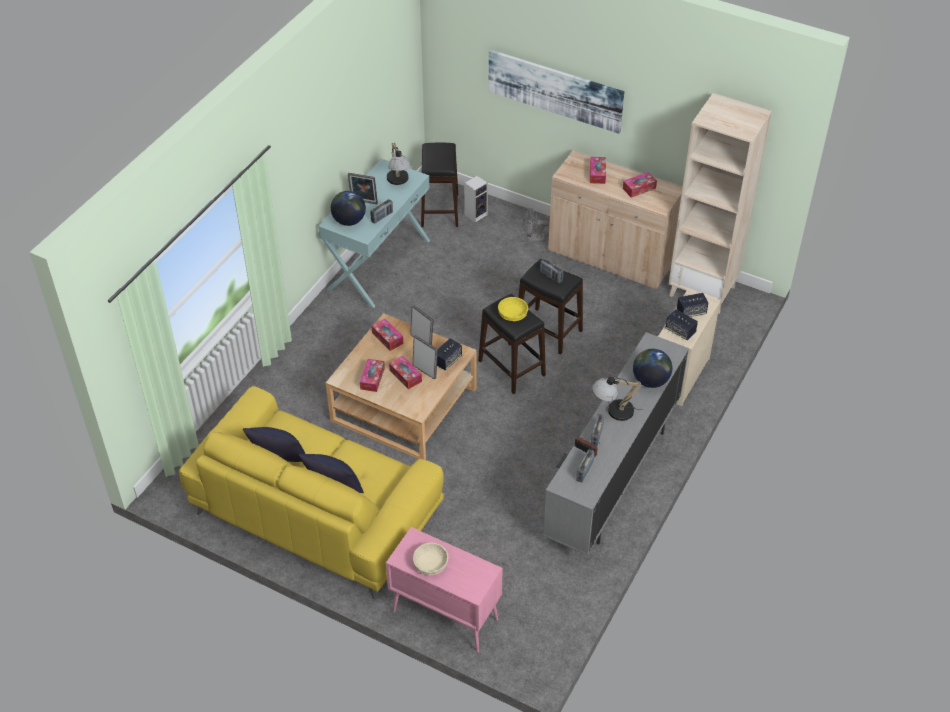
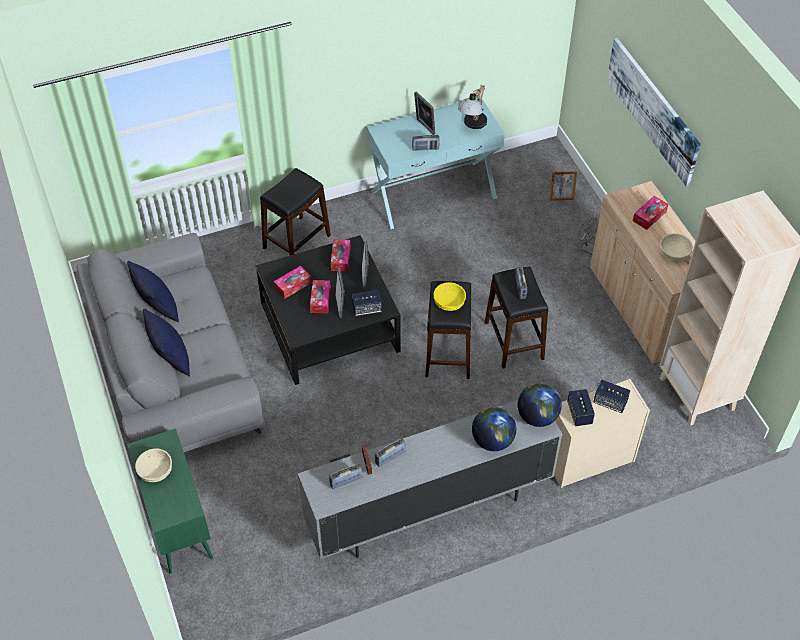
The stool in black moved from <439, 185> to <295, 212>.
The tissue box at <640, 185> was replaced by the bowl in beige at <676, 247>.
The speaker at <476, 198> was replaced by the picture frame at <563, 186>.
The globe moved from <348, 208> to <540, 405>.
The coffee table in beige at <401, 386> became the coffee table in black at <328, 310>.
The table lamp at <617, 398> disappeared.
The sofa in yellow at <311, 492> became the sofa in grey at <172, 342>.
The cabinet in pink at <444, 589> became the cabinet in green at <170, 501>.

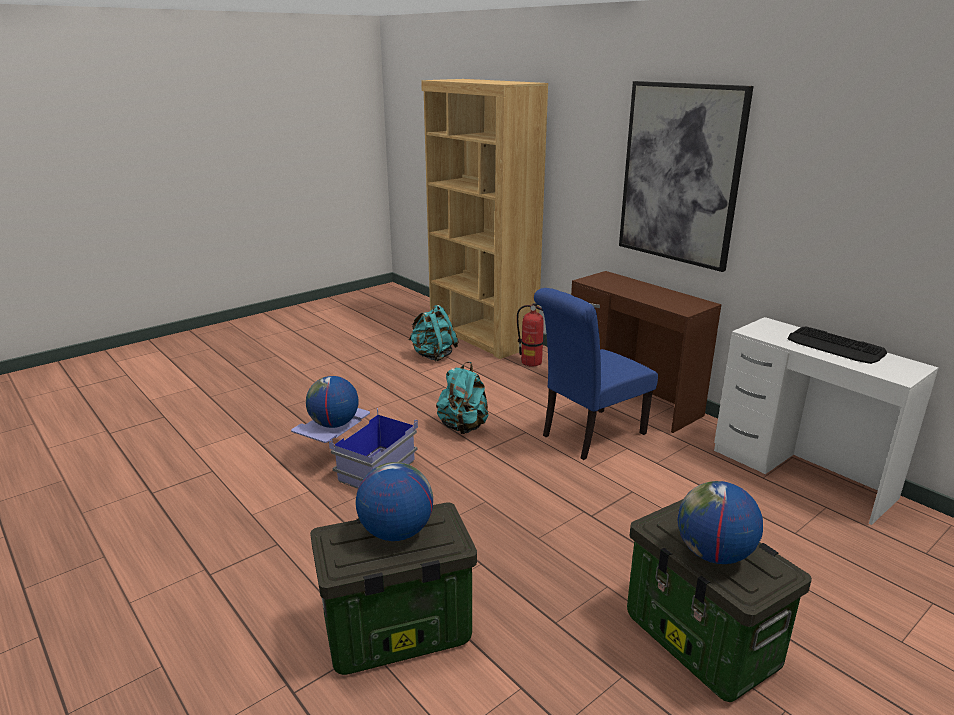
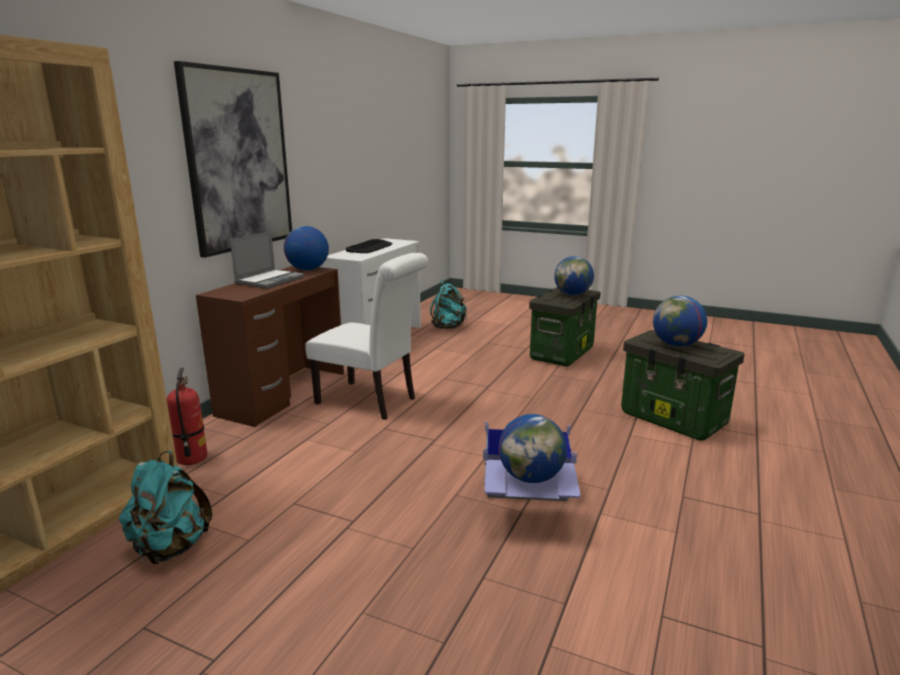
The chair in blue at <596, 374> became the chair in white at <366, 336>.
The backpack in turquoise moved from <462, 398> to <448, 304>.
The globe at <306, 248> appeared.
The laptop at <267, 259> appeared.

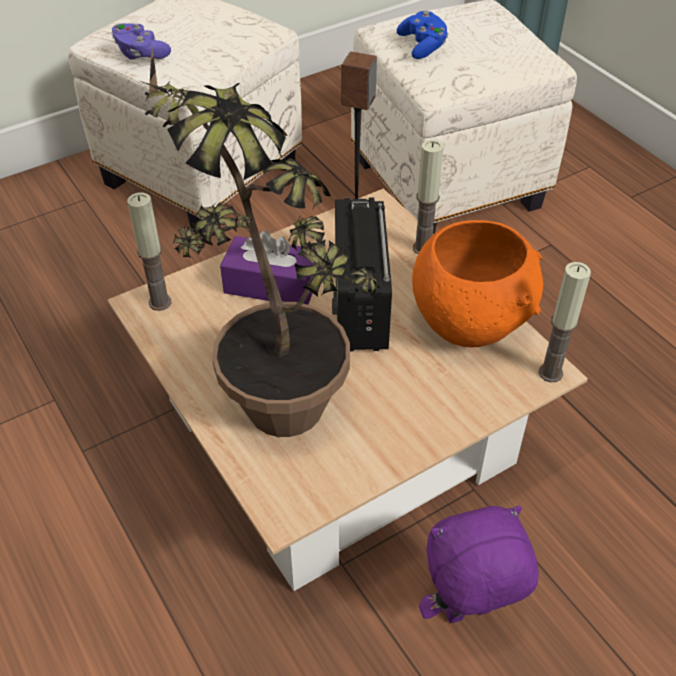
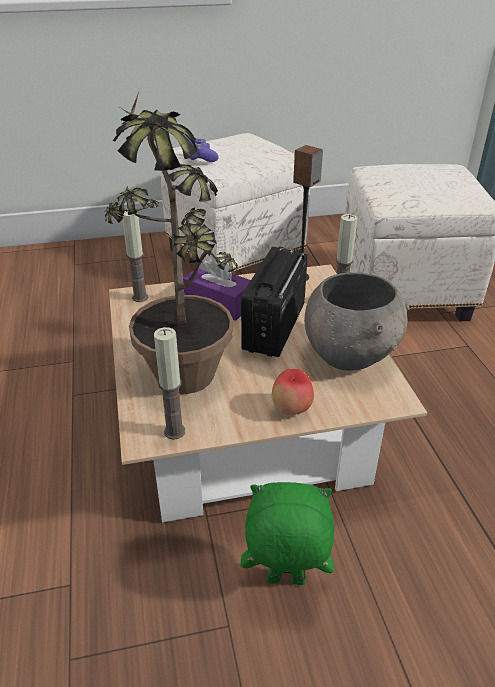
The game controller in blue at <422, 35> disappeared.
The bowl in orange at <477, 283> became the bowl in grey at <356, 321>.
The candle moved from <564, 322> to <169, 383>.
The plush toy in purple at <479, 564> became the plush toy in green at <288, 533>.
The apple at <293, 392> appeared.

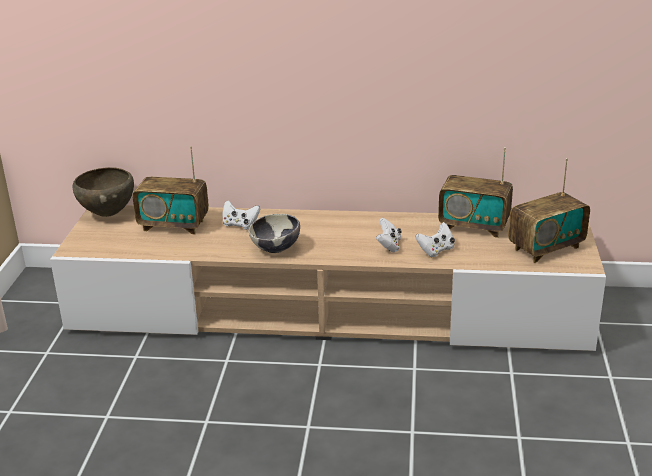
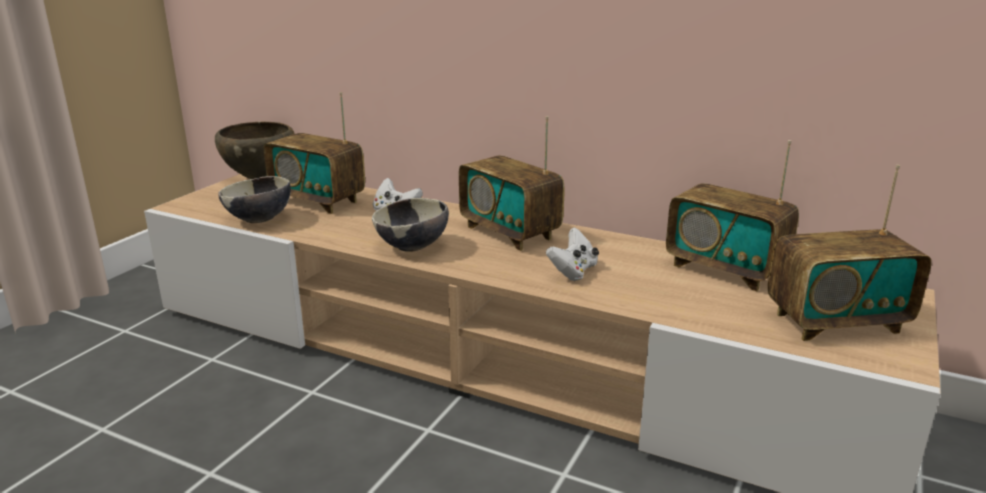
The game controller in white at <435, 239> disappeared.
The radio at <512, 183> appeared.
The bowl at <254, 199> appeared.

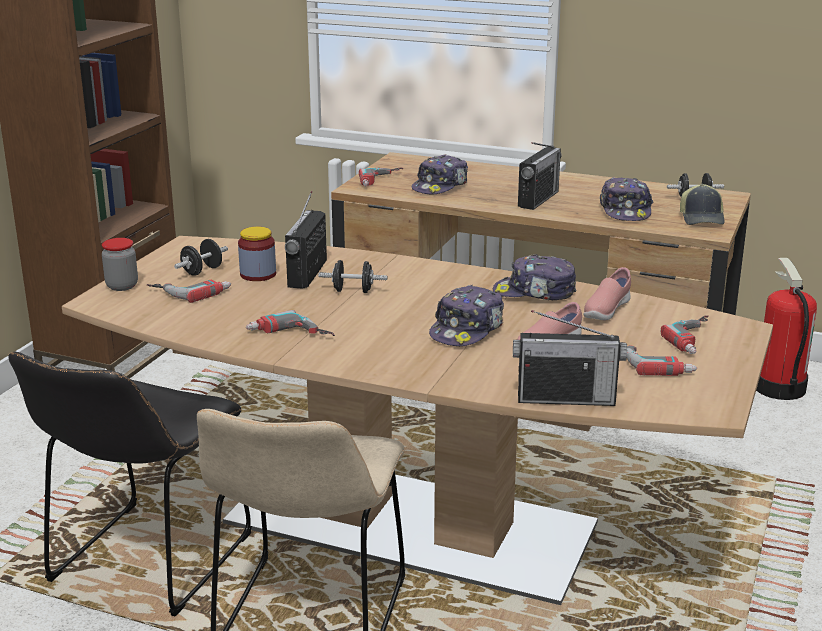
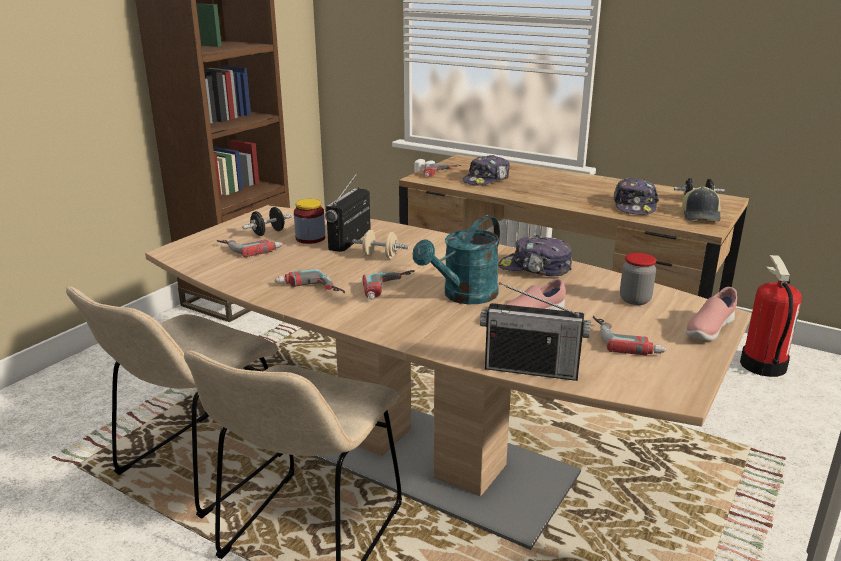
The radio at <540, 176> disappeared.
The jar moved from <120, 264> to <638, 279>.
The dumbbell in black at <352, 276> became the dumbbell in beige at <380, 244>.
The shoe in pink moved from <607, 293> to <711, 314>.
The cap at <466, 315> was replaced by the watering can in turquoise at <456, 259>.
The power drill moved from <684, 334> to <388, 285>.
The chair in black at <130, 484> became the chair in beige at <174, 402>.

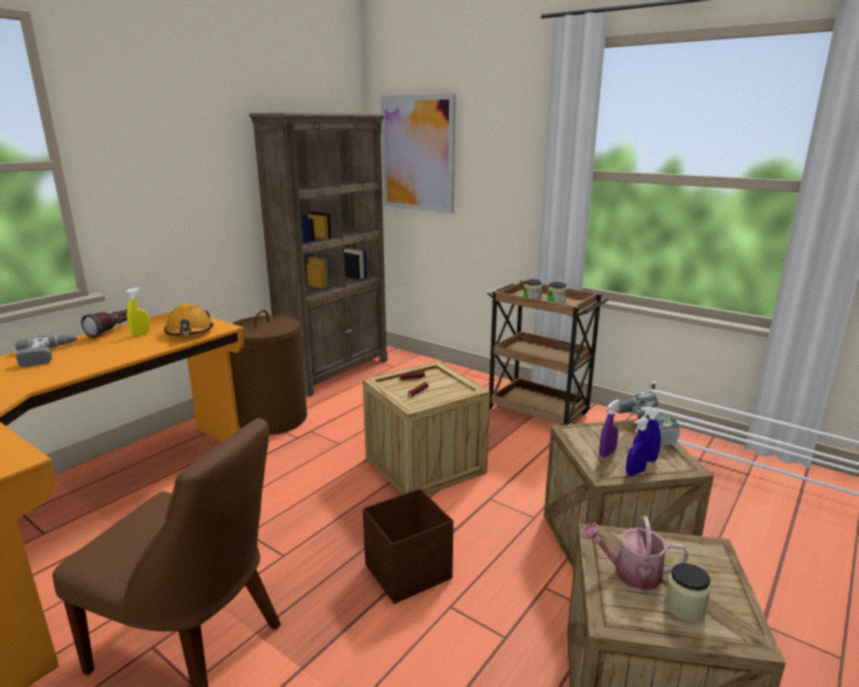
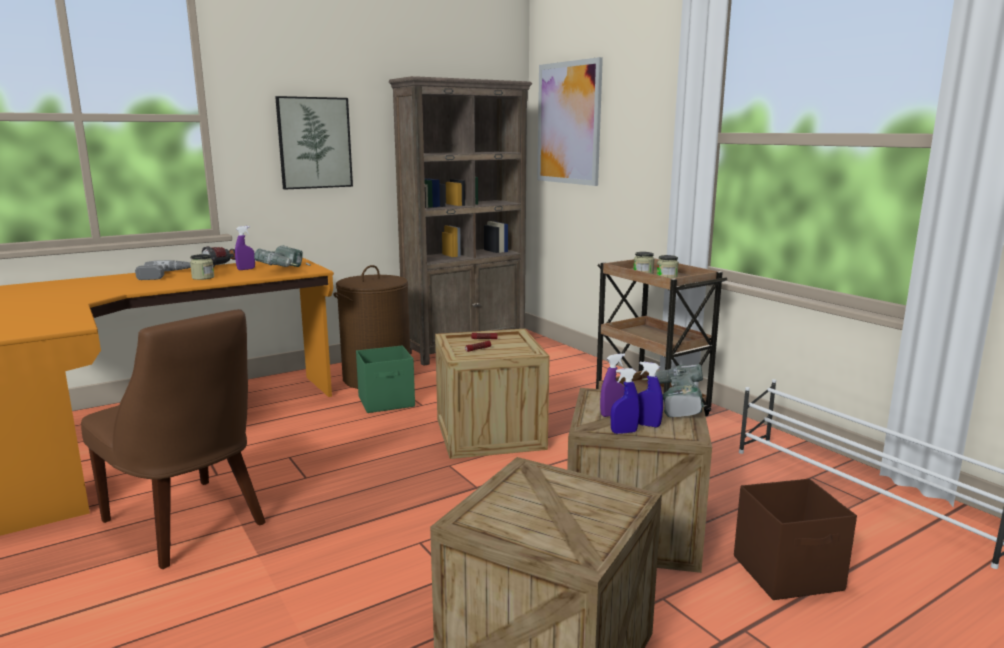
The spray bottle in yellow at <138, 312> became the spray bottle in purple at <245, 248>.
The hard hat in orange at <188, 319> was replaced by the power drill at <282, 256>.
The storage box in brown moved from <408, 546> to <795, 539>.
The watering can at <635, 553> disappeared.
The jar moved from <687, 592> to <202, 267>.
The picture at <314, 143> appeared.
The storage box in green at <385, 379> appeared.

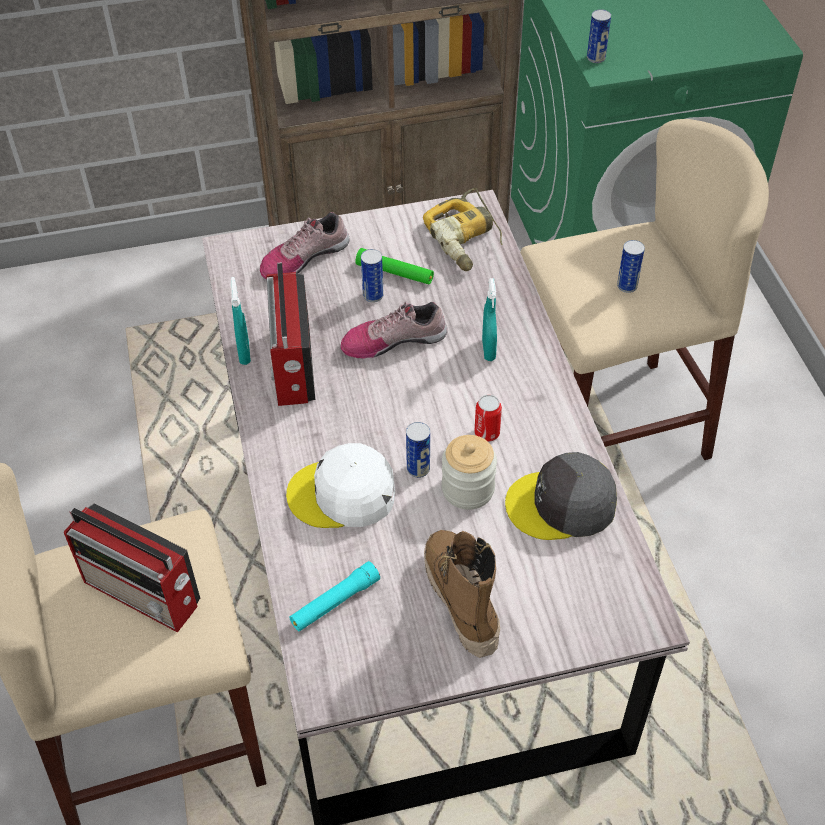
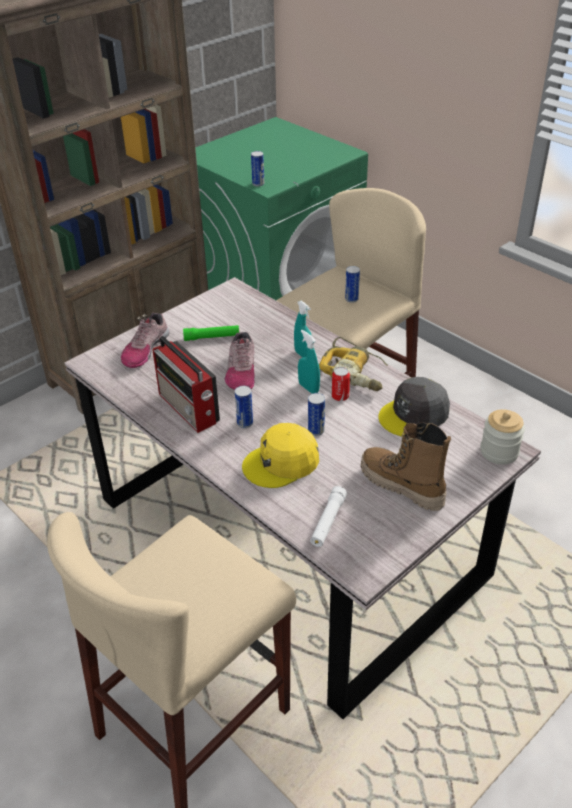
The power drill moved from <463, 229> to <353, 364>.
The can moved from <372, 276> to <244, 407>.
The spray bottle in turquoise moved from <240, 321> to <309, 362>.
The shoe at <393, 330> turned 45 degrees counterclockwise.
The jar moved from <469, 472> to <502, 436>.
The cap in white at <340, 485> became the cap in yellow at <280, 455>.
The radio at <132, 568> disappeared.
The flashlight in turquoise at <334, 596> became the flashlight in white at <328, 516>.

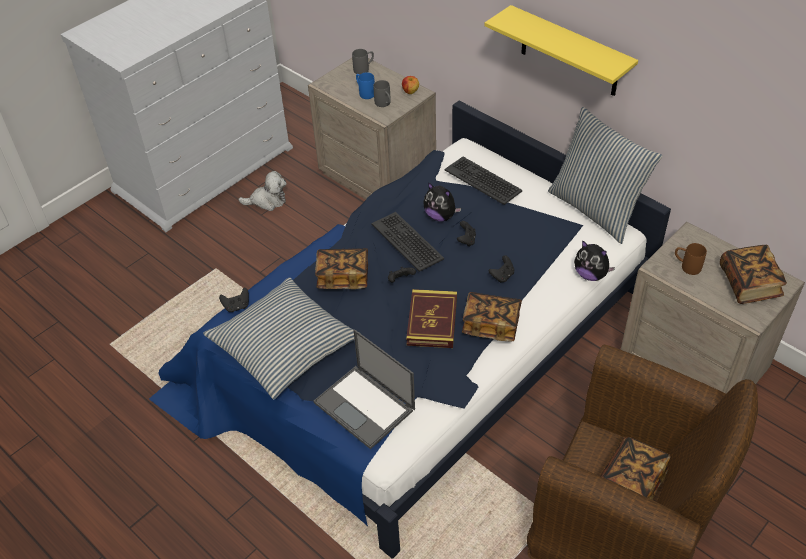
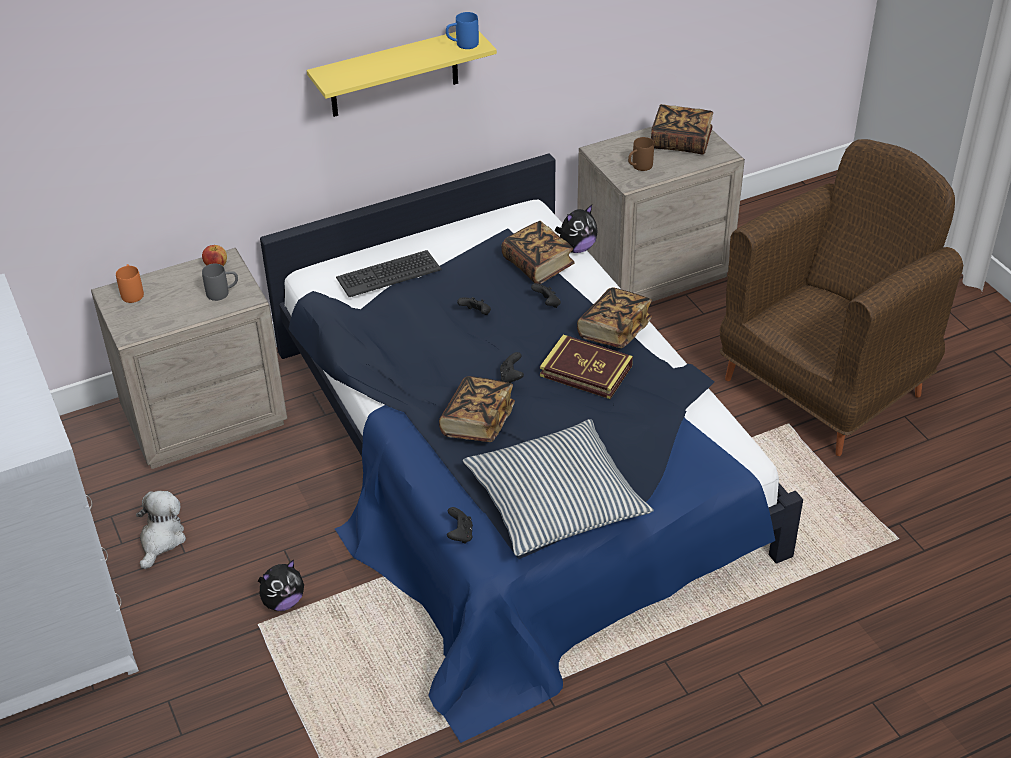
The mug in grey at <363, 62> became the mug in orange at <130, 283>.
The mug in blue moved from <365, 85> to <462, 30>.
The pillow at <605, 175> disappeared.
The plush toy moved from <442, 202> to <281, 585>.
The keyboard at <407, 242> disappeared.
The laptop at <364, 389> disappeared.
The book moved from <635, 468> to <538, 252>.

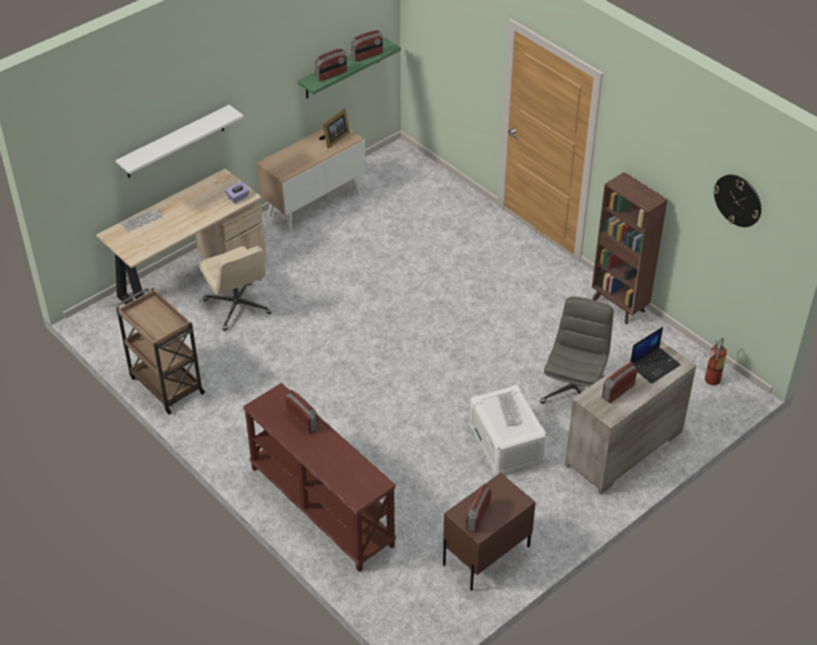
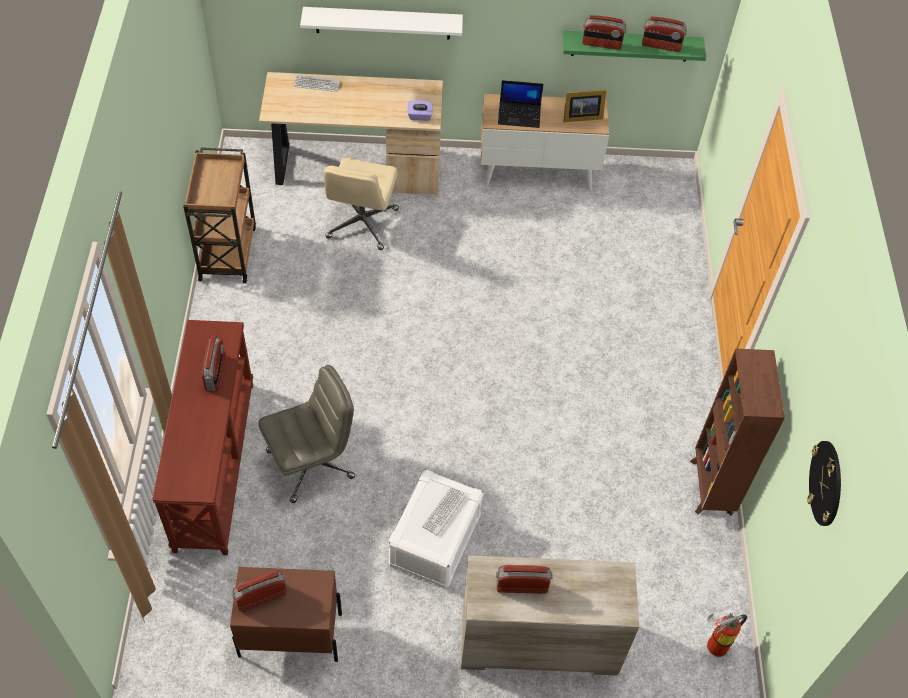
The office chair in grey moved from <577, 350> to <307, 434>.
The laptop moved from <655, 355> to <521, 104>.

